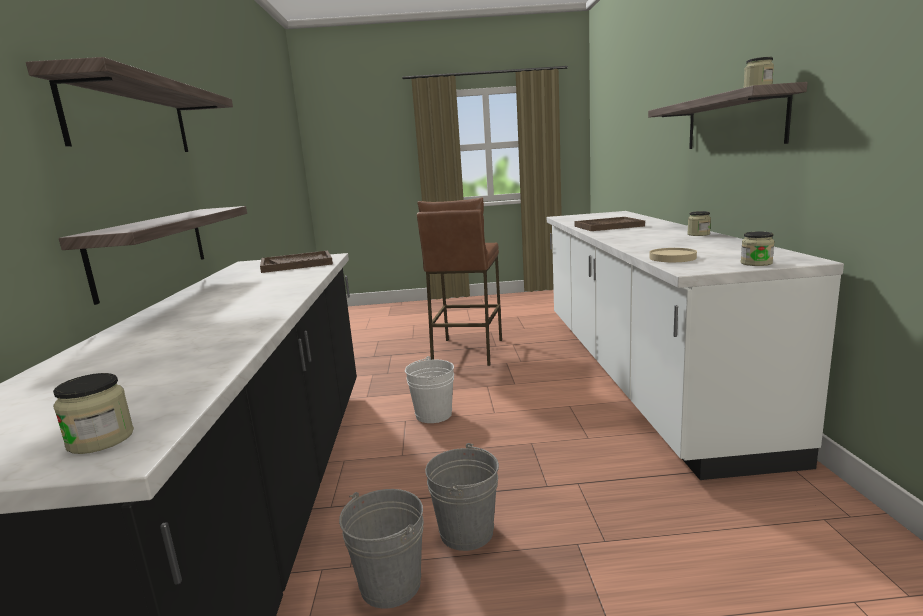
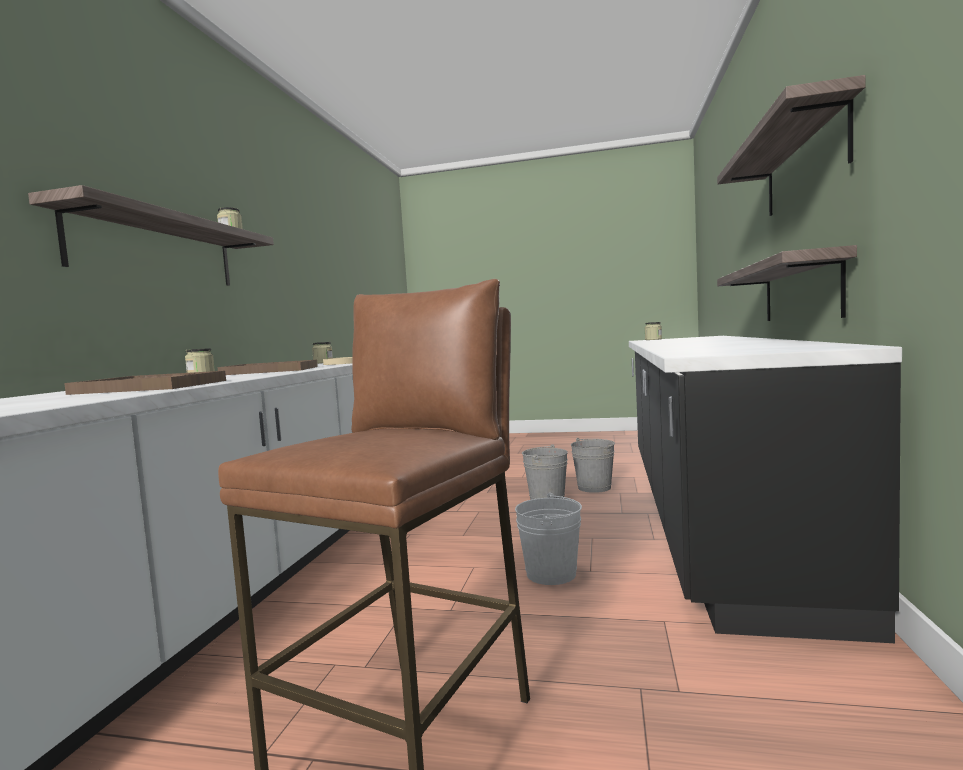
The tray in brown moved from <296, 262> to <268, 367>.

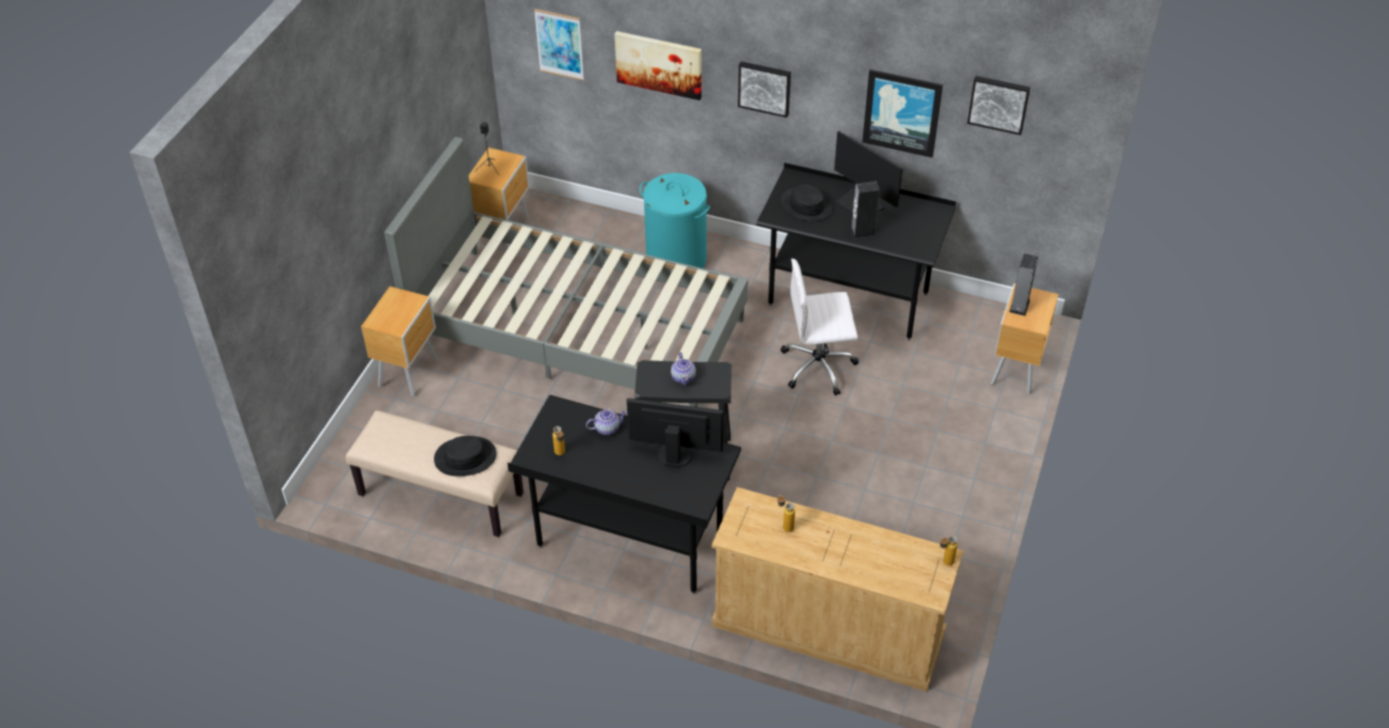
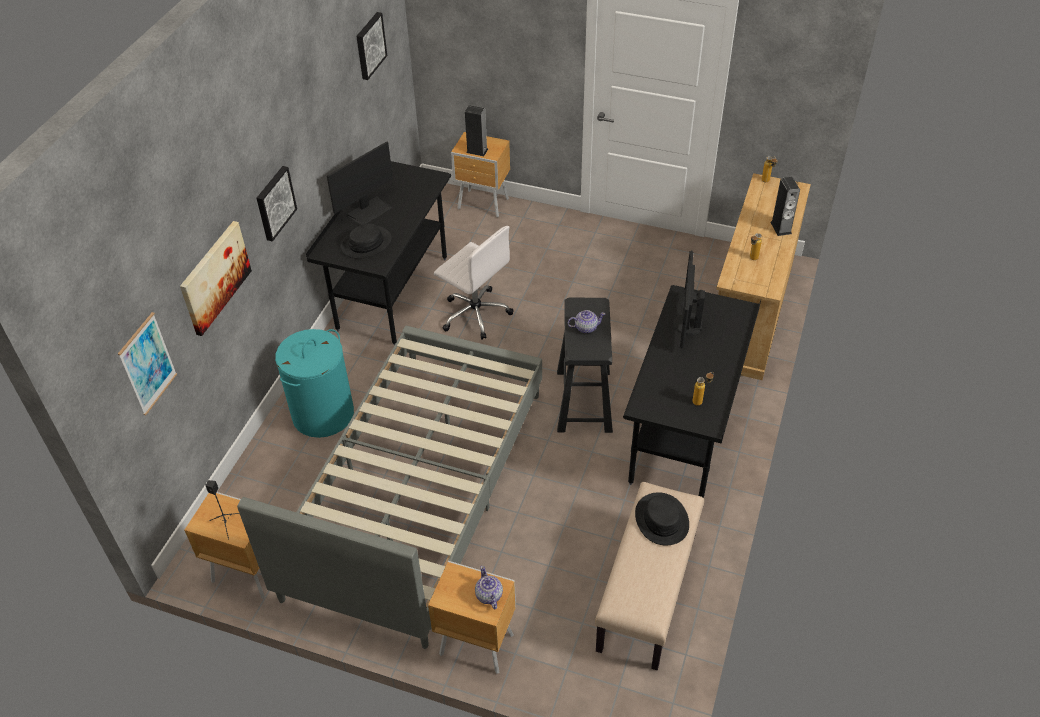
The picture at <902, 113> disappeared.
The speaker moved from <865, 210> to <785, 206>.
The office chair in white at <820, 327> turned 45 degrees counterclockwise.
The teapot moved from <606, 422> to <489, 587>.

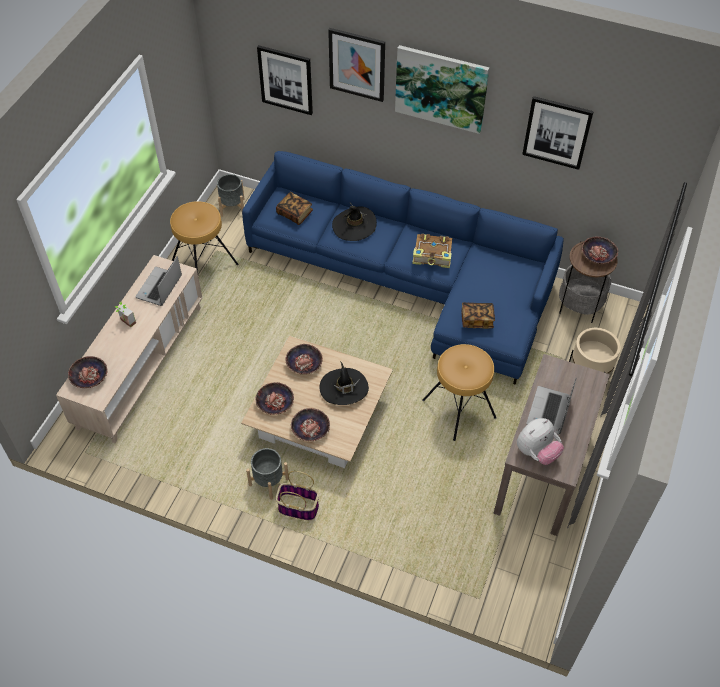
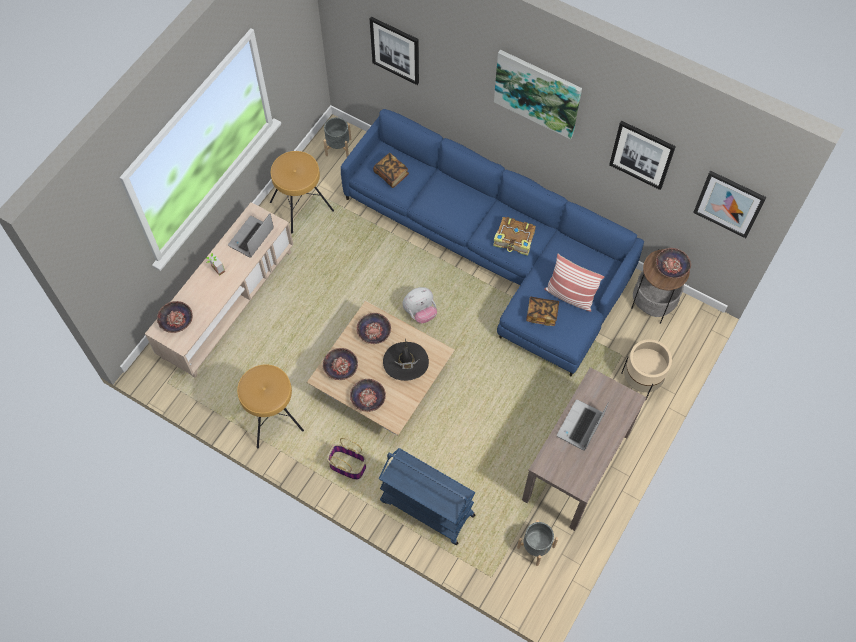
The picture moved from <356, 65> to <730, 204>.
The hat in black at <354, 222> disappeared.
The stool in brown moved from <459, 392> to <270, 406>.
The plush toy moved from <540, 441> to <420, 305>.
The planter in grey moved from <267, 474> to <537, 543>.
The pillow at <574, 283> appeared.
The cart in blue at <427, 496> appeared.

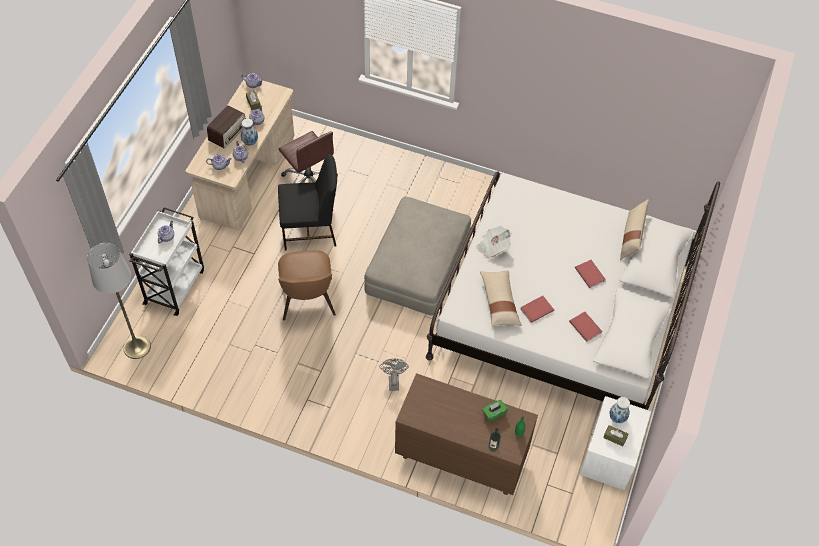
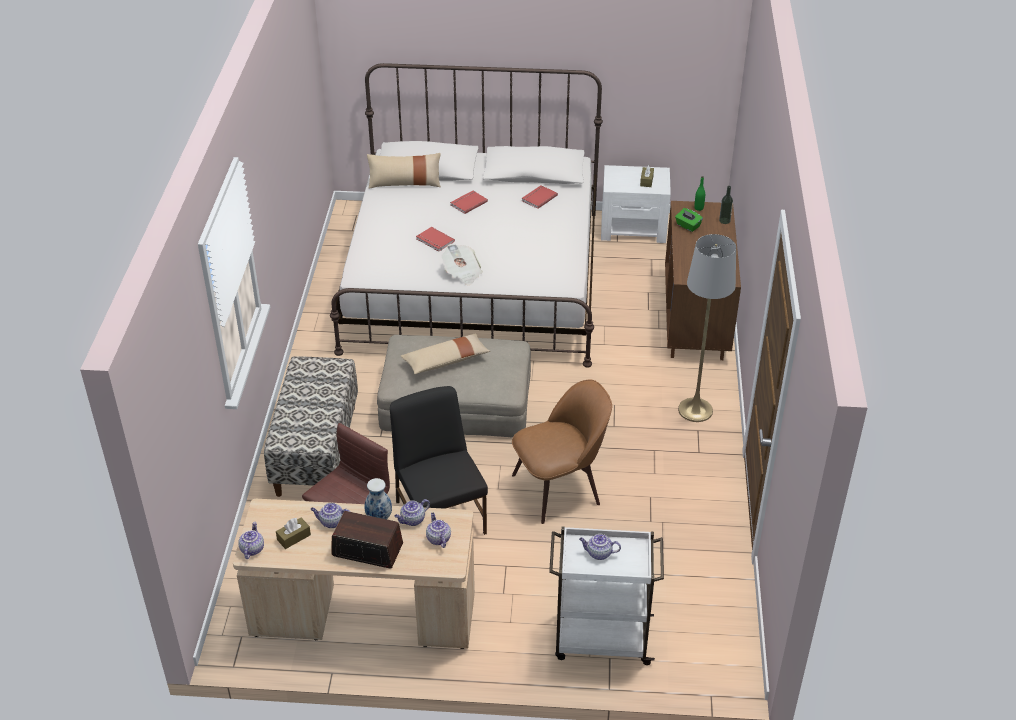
The floor lamp in grey moved from <119, 301> to <707, 328>.
The pillow in beige moved from <501, 298> to <445, 354>.
The book in red moved from <537, 309> to <435, 239>.
The fan in grey at <394, 375> disappeared.
The vase at <620, 410> disappeared.
The bench at <311, 426> appeared.

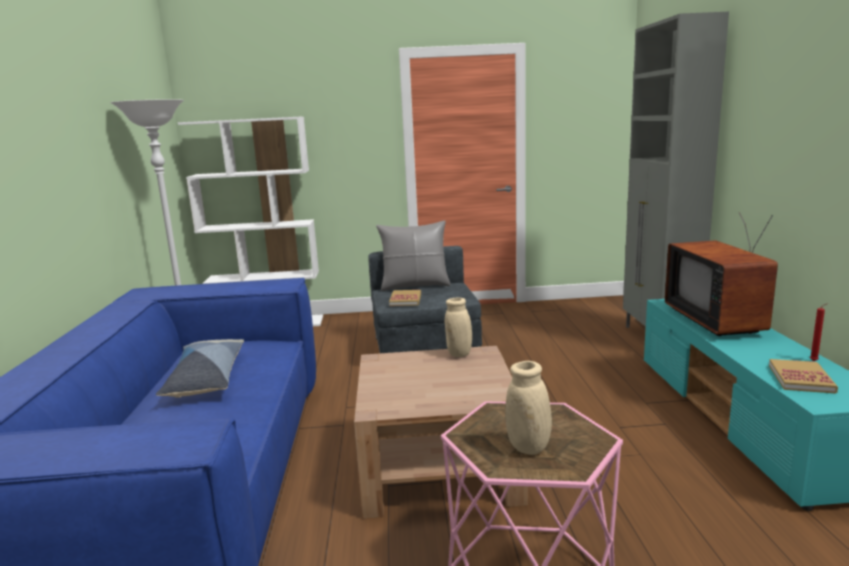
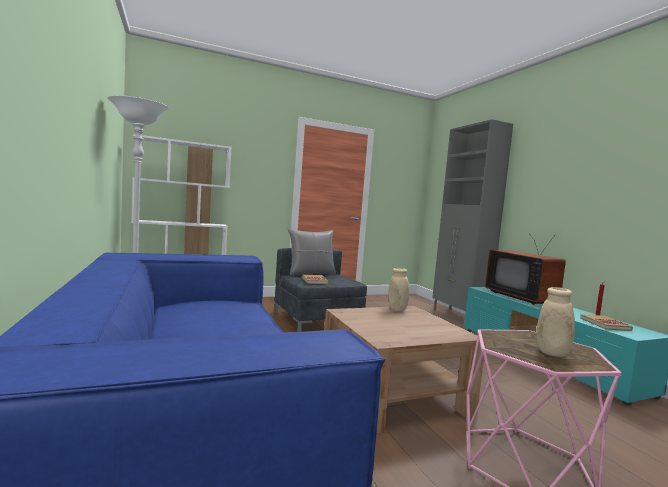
The pillow at <200, 368> disappeared.

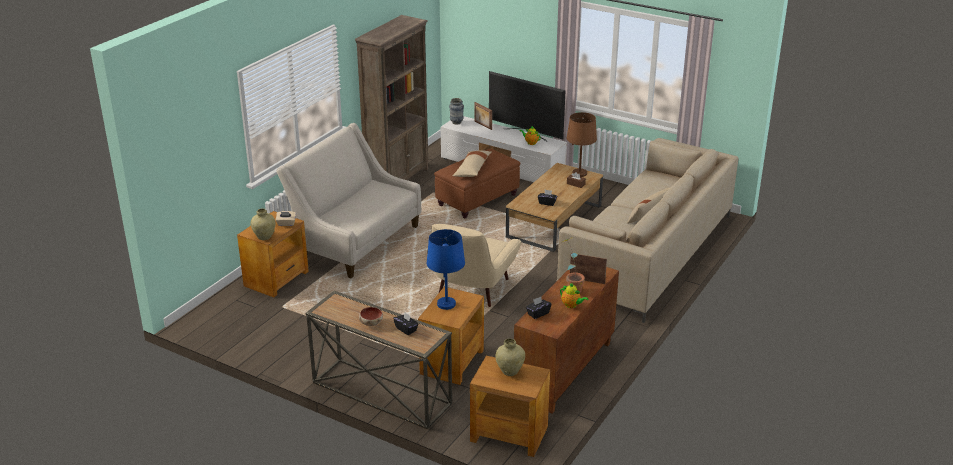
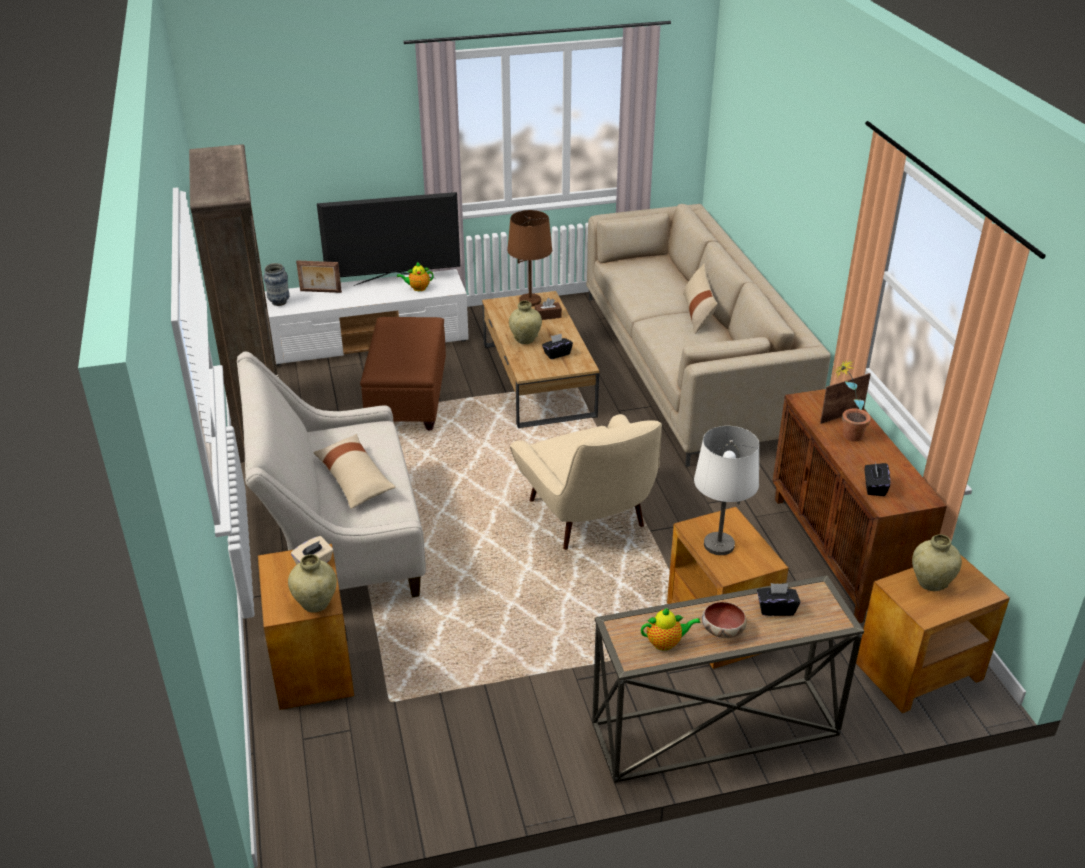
The pillow in beige moved from <472, 163> to <354, 471>.
The table lamp in blue at <446, 269> became the table lamp in white at <726, 490>.
The teapot moved from <574, 295> to <671, 629>.
The vase in beige at <525, 322> appeared.

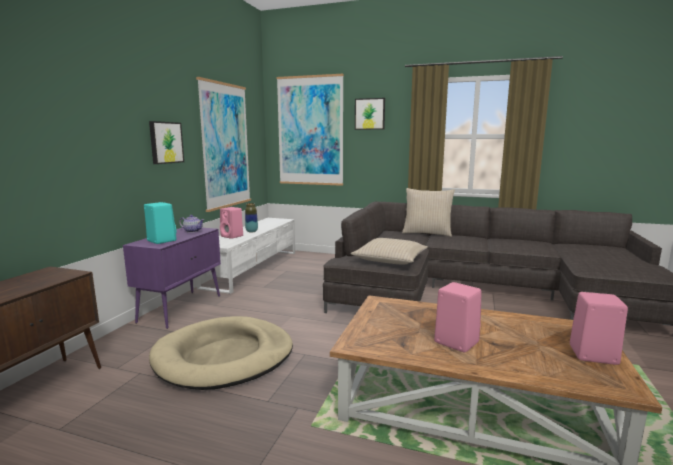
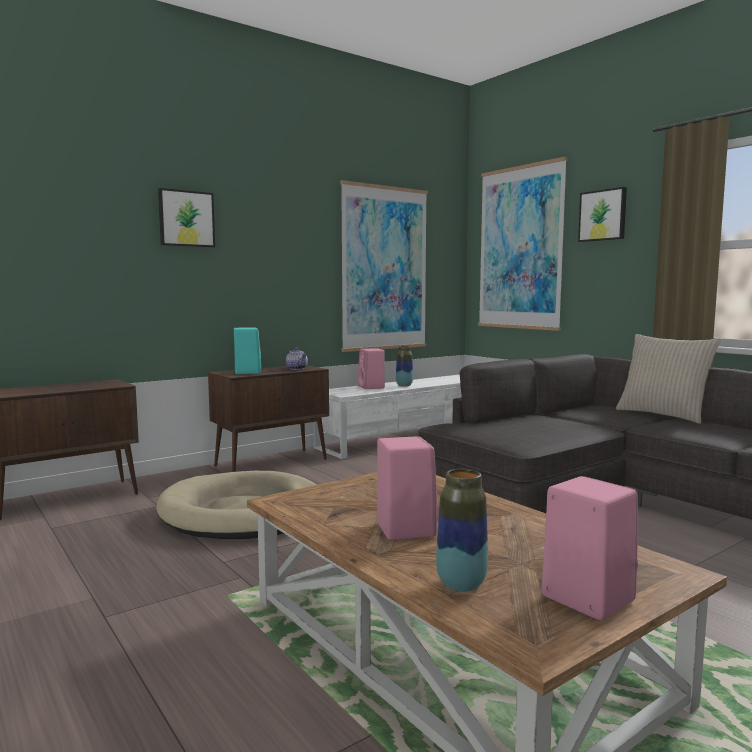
The picture moved from <166, 142> to <186, 217>.
The cabinet in purple at <172, 278> became the cabinet in brown at <268, 418>.
The pillow in beige at <389, 251> disappeared.
The vase at <462, 530> appeared.

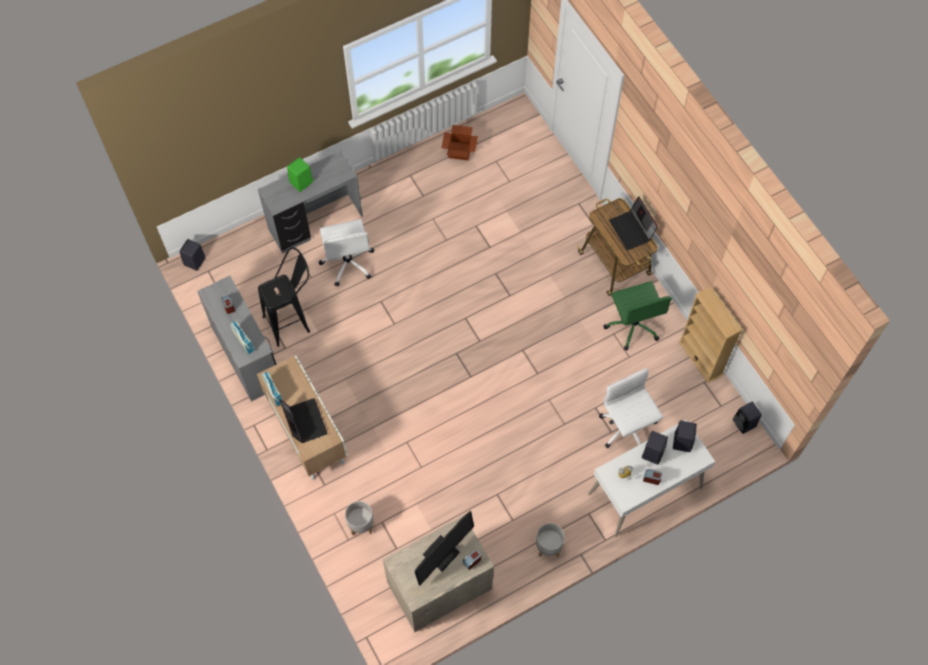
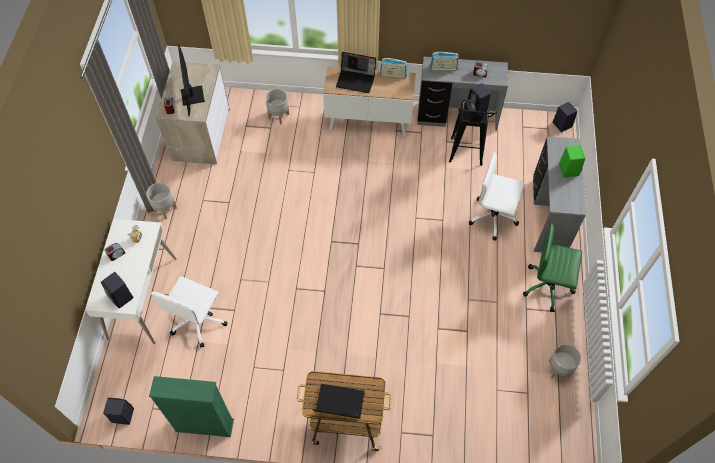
The cardboard box at <459, 142> was replaced by the planter in grey at <564, 361>.
The office chair in green moved from <638, 315> to <552, 267>.
The bookcase in beige at <711, 334> became the bookcase in green at <191, 406>.
The office chair in white at <631, 408> turned 105 degrees clockwise.
The speaker in black moved from <655, 448> to <478, 97>.

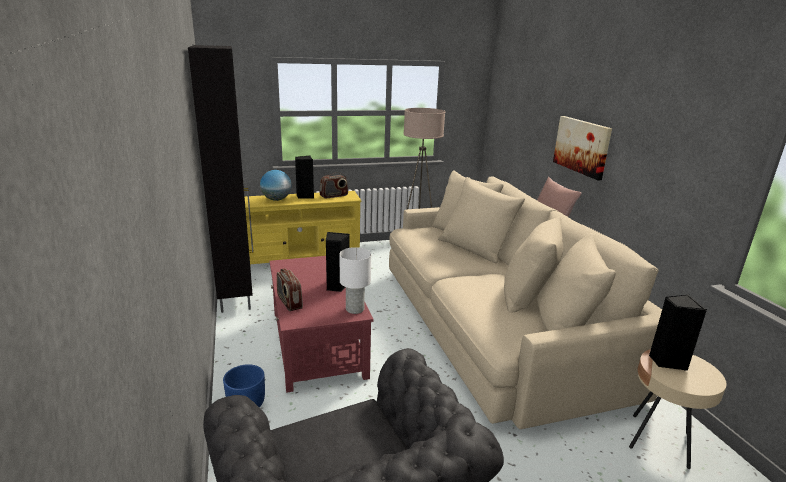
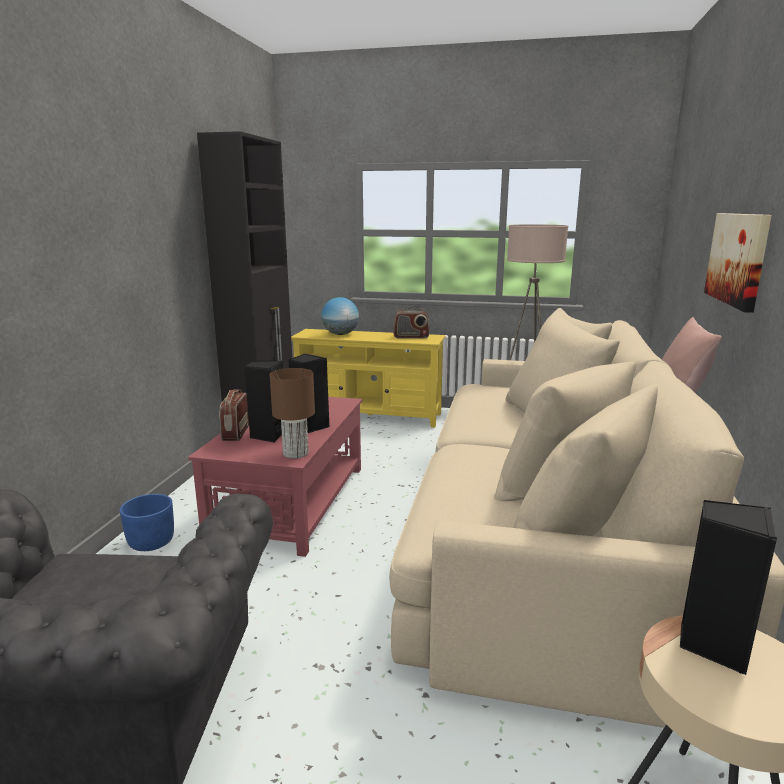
The speaker in black moved from <304, 177> to <263, 401>.
The table lamp in white at <355, 280> became the table lamp in brown at <292, 413>.

